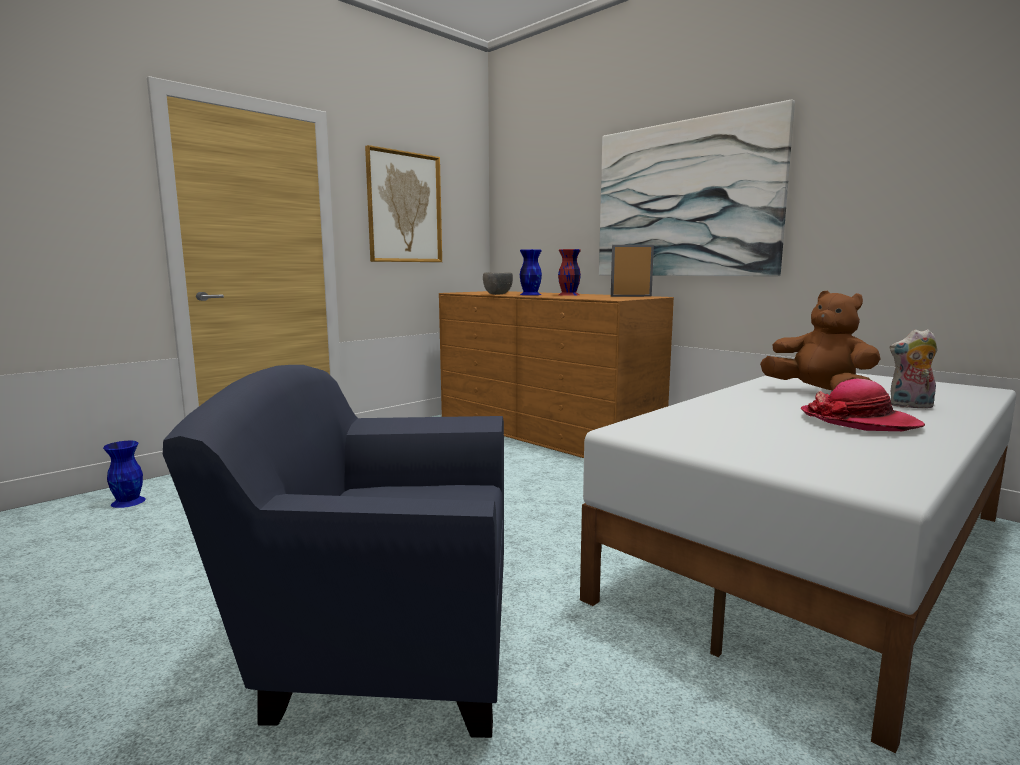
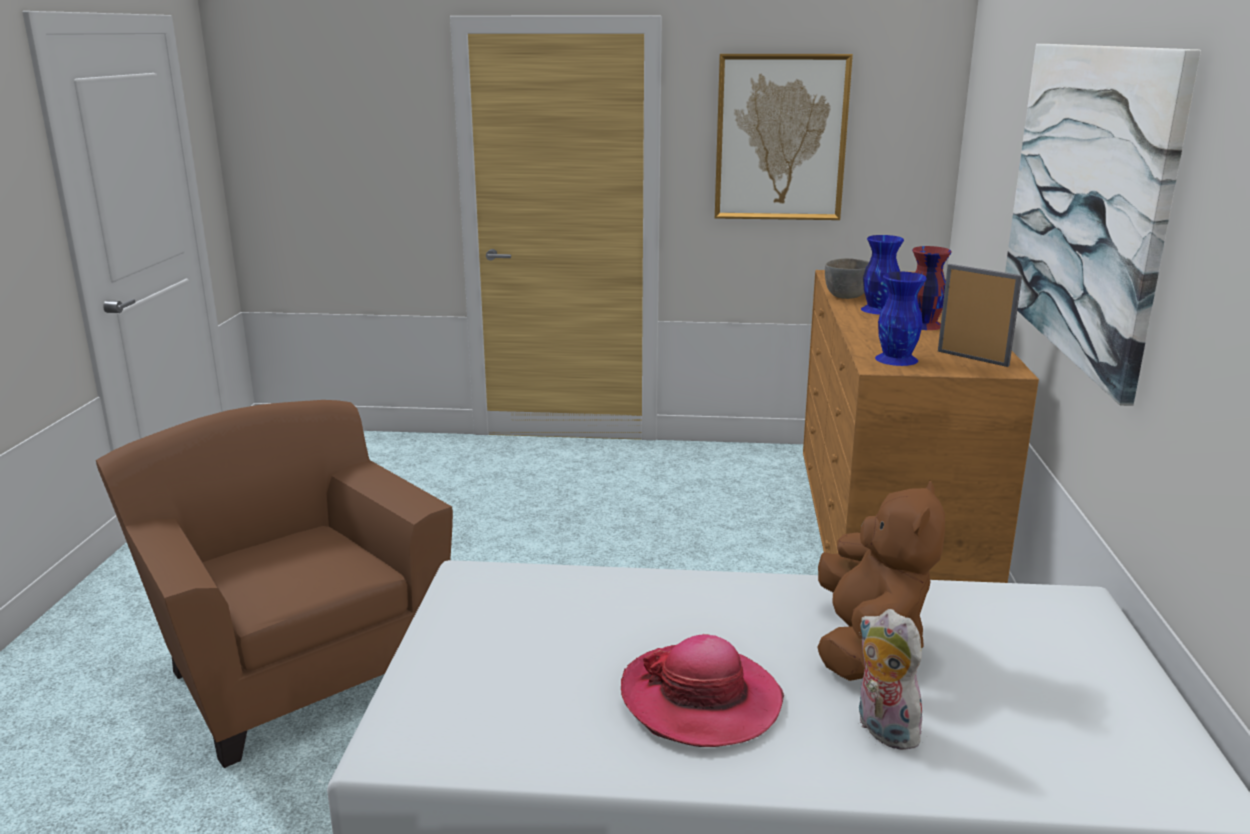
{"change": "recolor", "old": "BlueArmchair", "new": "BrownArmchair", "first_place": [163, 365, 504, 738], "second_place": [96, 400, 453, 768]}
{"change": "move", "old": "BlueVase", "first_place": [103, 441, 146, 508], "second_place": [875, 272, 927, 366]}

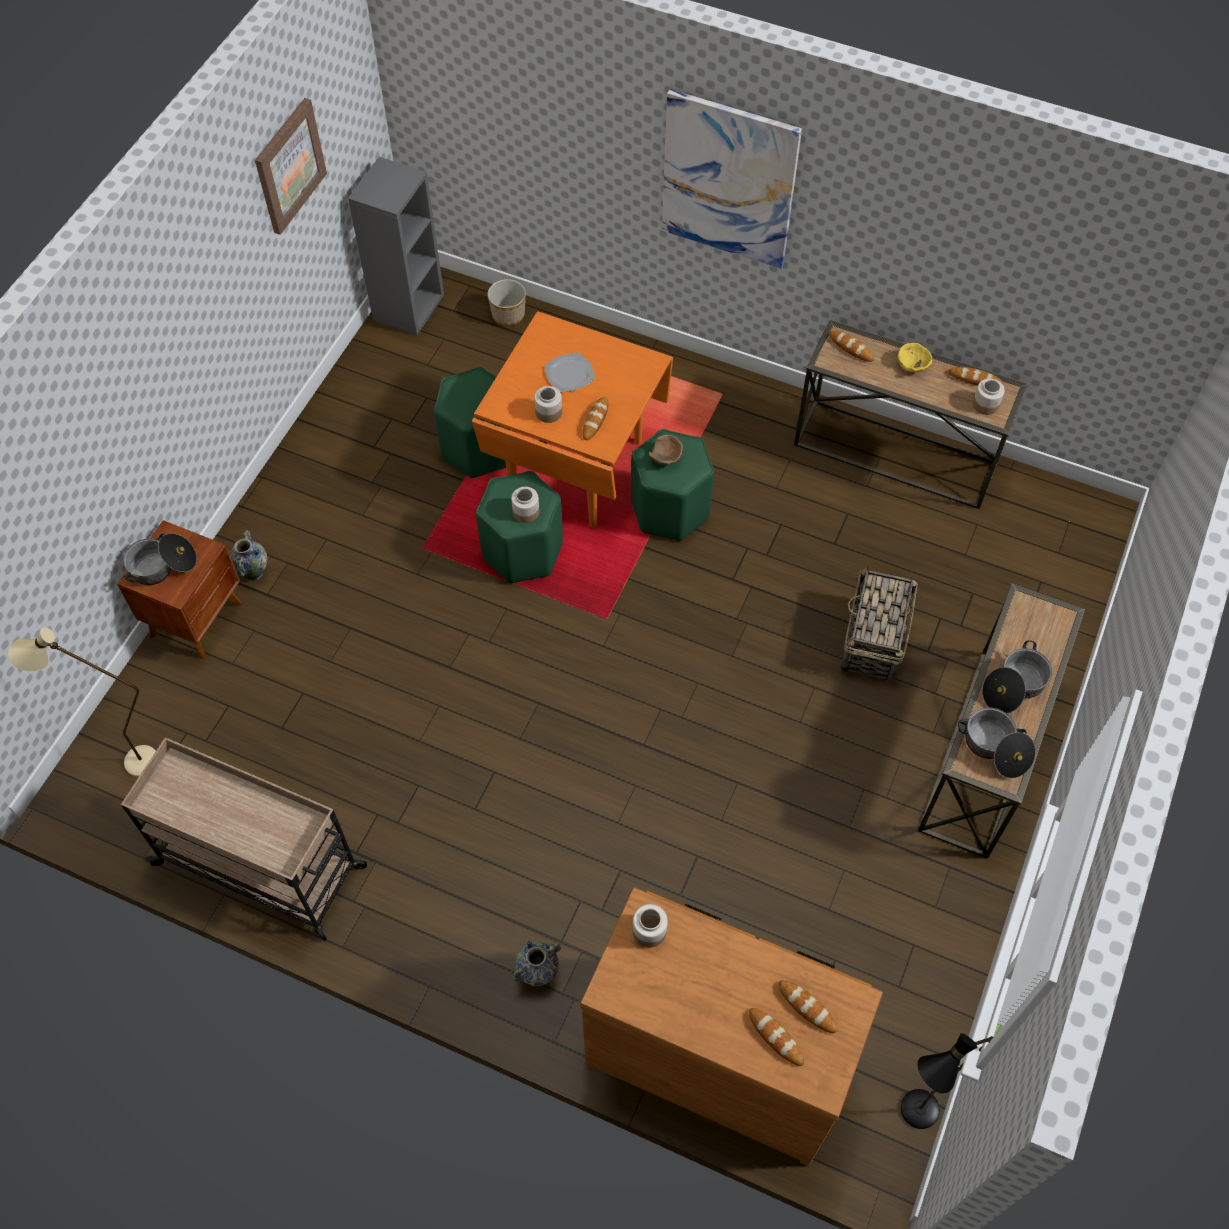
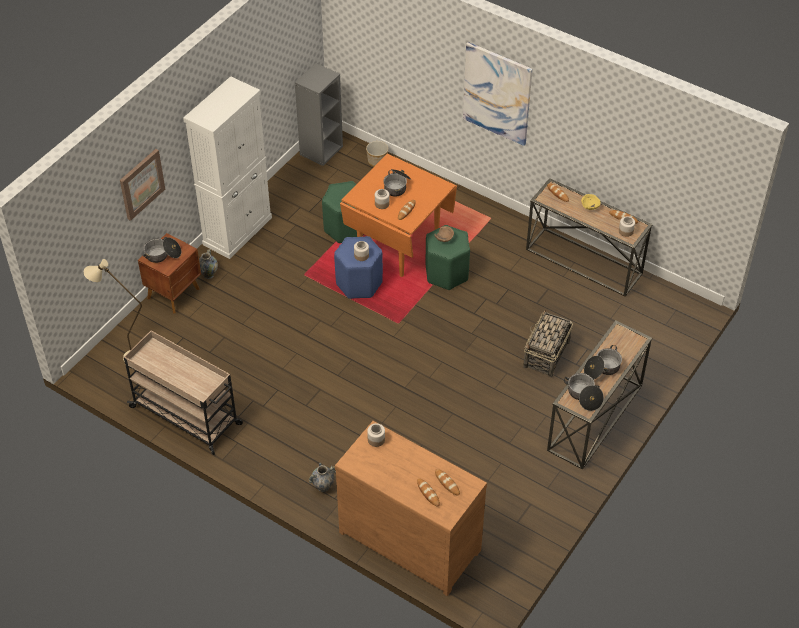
{"change": "move", "old": "Picture", "first_place": [255, 98, 327, 235], "second_place": [120, 149, 165, 221]}
{"change": "replace", "old": "Plate", "new": "CookingPot", "first_place": [544, 353, 595, 392], "second_place": [383, 169, 411, 197]}
{"change": "recolor", "old": "GreenStool", "new": "BlueStool", "first_place": [476, 471, 563, 583], "second_place": [334, 236, 383, 299]}
{"change": "delete", "old": "BlackFloorLamp", "first_place": [901, 1033, 993, 1129]}
{"change": "insert", "new": "WhiteCabinet", "second_place": [183, 76, 272, 259]}

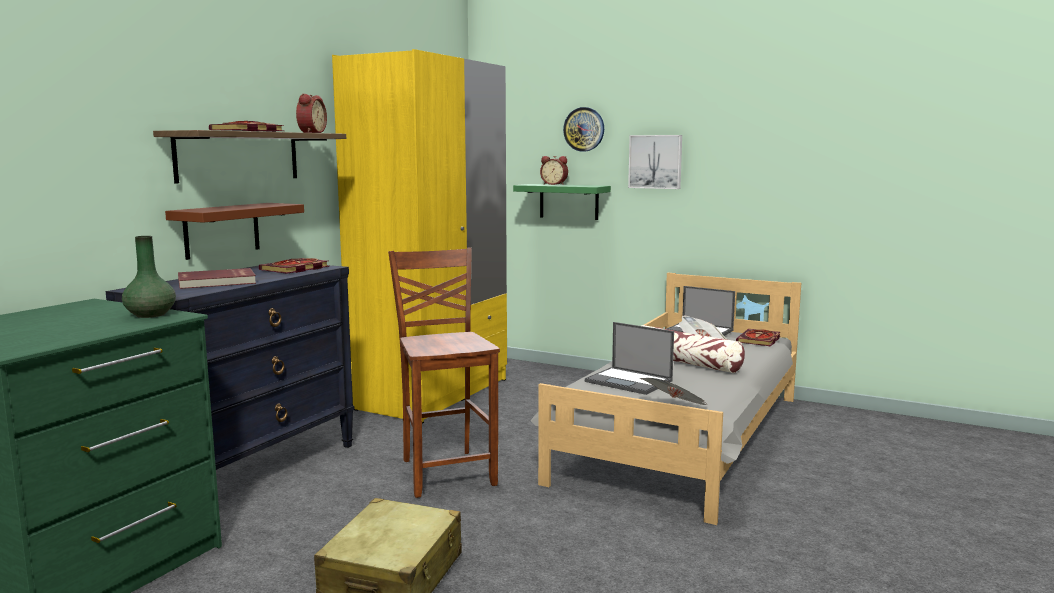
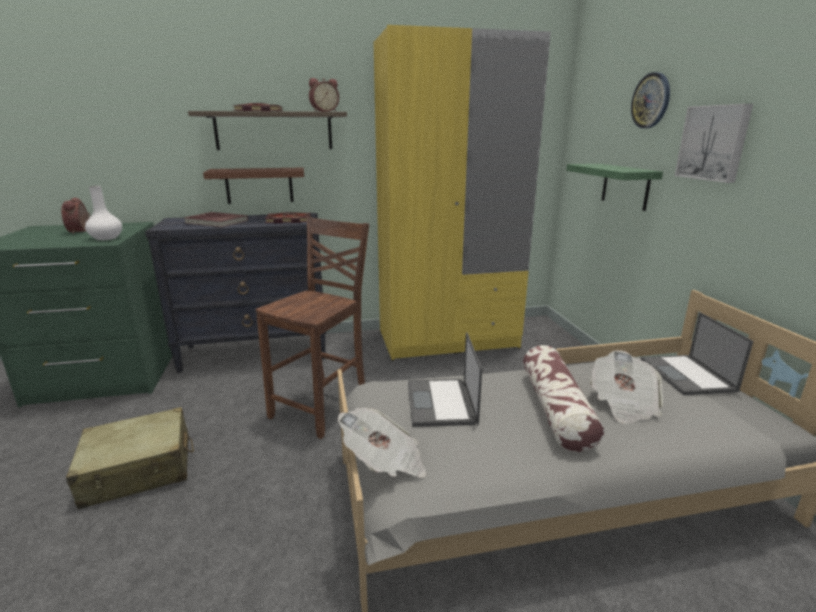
{"change": "move", "old": "AlarmClock", "first_place": [540, 156, 568, 185], "second_place": [61, 197, 90, 234]}
{"change": "recolor", "old": "GreenVase", "new": "WhiteVase", "first_place": [122, 236, 176, 318], "second_place": [85, 185, 122, 240]}
{"change": "delete", "old": "Book", "first_place": [736, 329, 780, 346]}

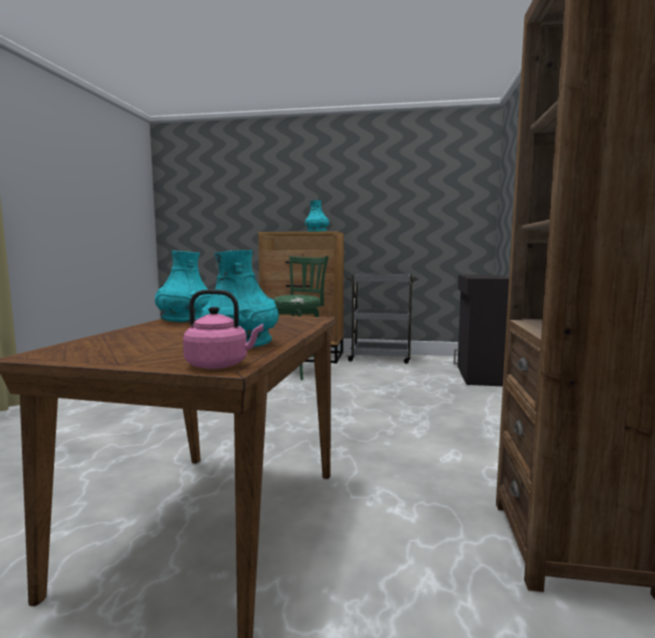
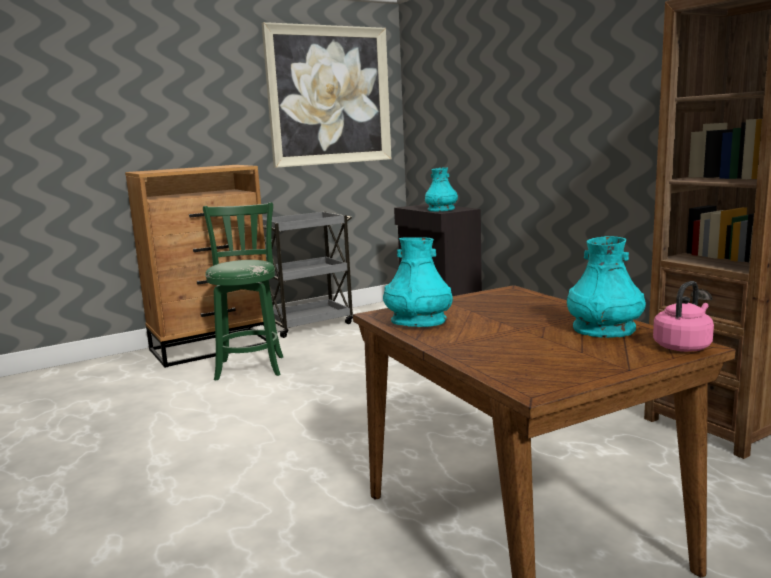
{"change": "move", "old": "TurquoiseVase", "first_place": [305, 200, 329, 232], "second_place": [425, 168, 458, 212]}
{"change": "insert", "new": "Picture", "second_place": [262, 22, 391, 168]}

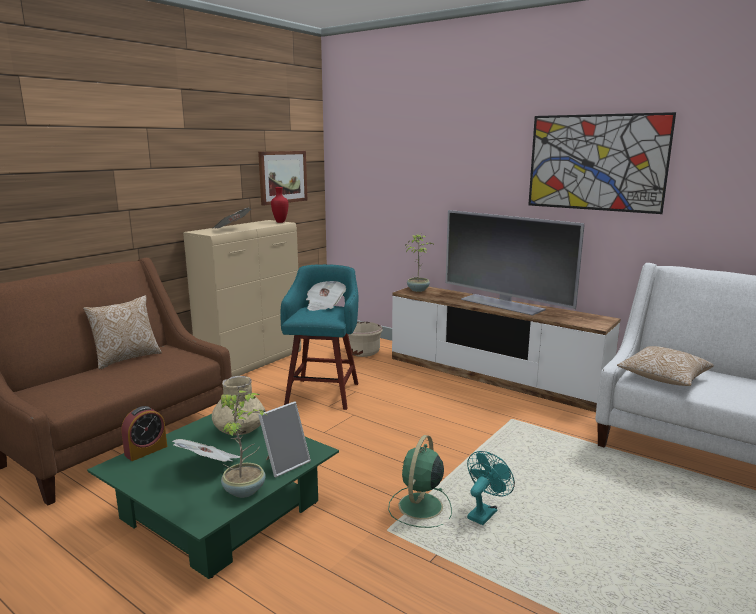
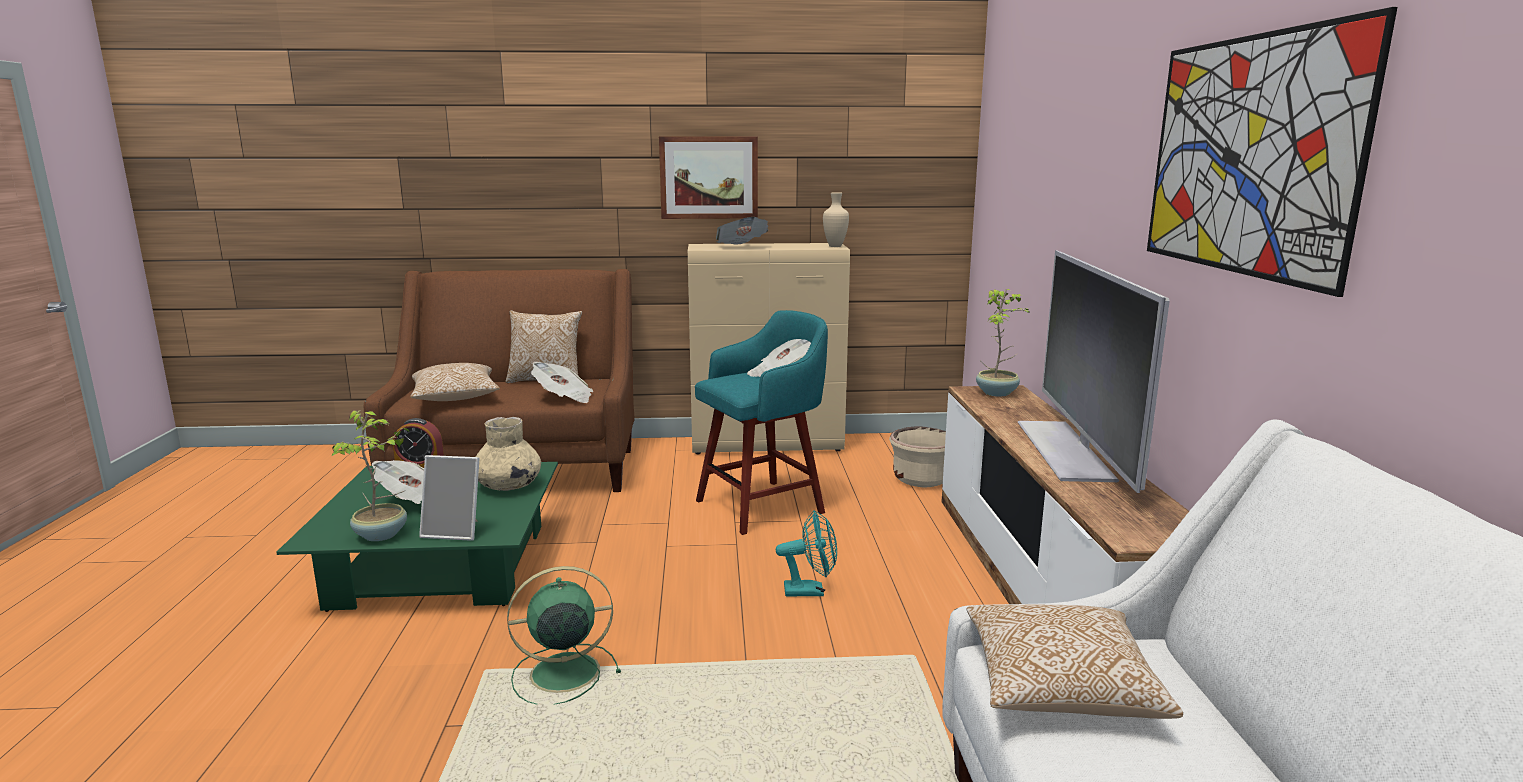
{"change": "move", "old": "Picture", "first_place": [258, 151, 307, 205], "second_place": [659, 136, 758, 219]}
{"change": "recolor", "old": "RedVase", "new": "BeigeVase", "first_place": [271, 187, 288, 223], "second_place": [823, 192, 849, 247]}
{"change": "move", "old": "TurquoiseFan", "first_place": [467, 451, 515, 525], "second_place": [776, 510, 837, 597]}
{"change": "insert", "new": "Newspaper", "second_place": [531, 362, 593, 403]}
{"change": "insert", "new": "Pillow", "second_place": [410, 363, 500, 401]}

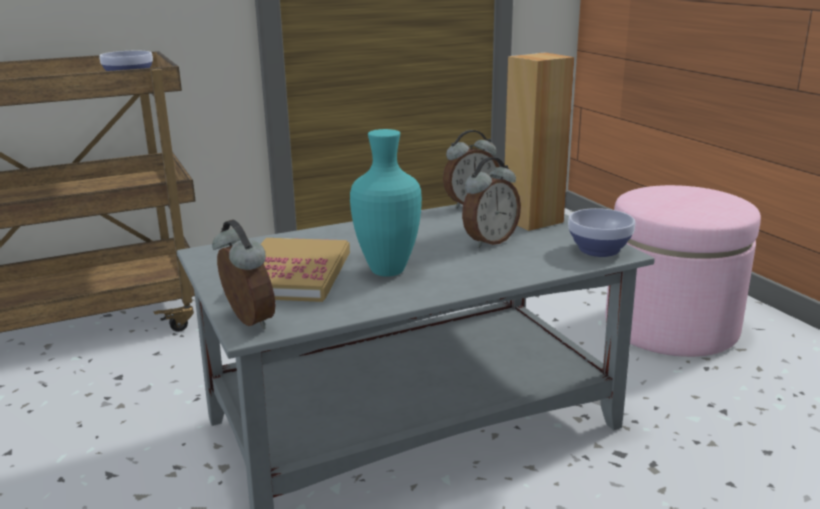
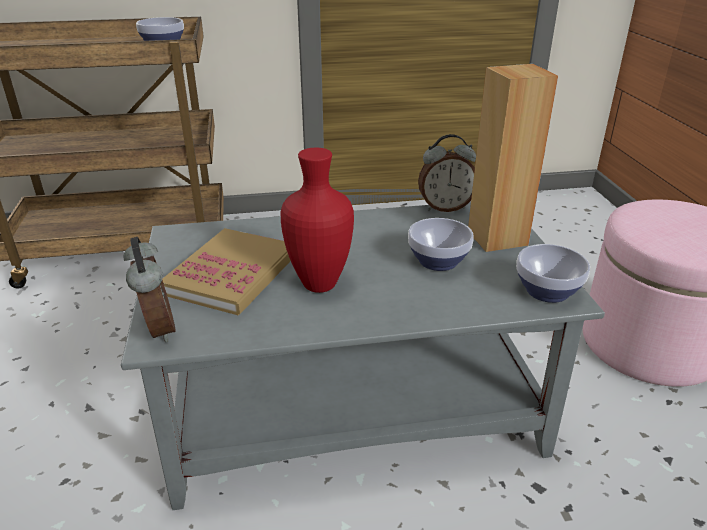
{"change": "recolor", "old": "TurquoiseVase", "new": "RedVase", "first_place": [350, 129, 422, 277], "second_place": [281, 148, 354, 293]}
{"change": "replace", "old": "AlarmClock", "new": "Bowl", "first_place": [462, 157, 521, 248], "second_place": [408, 218, 474, 271]}

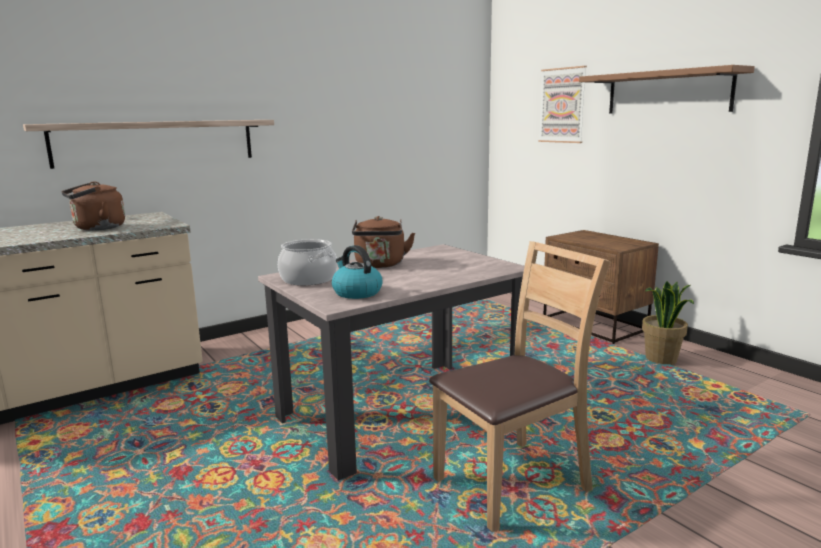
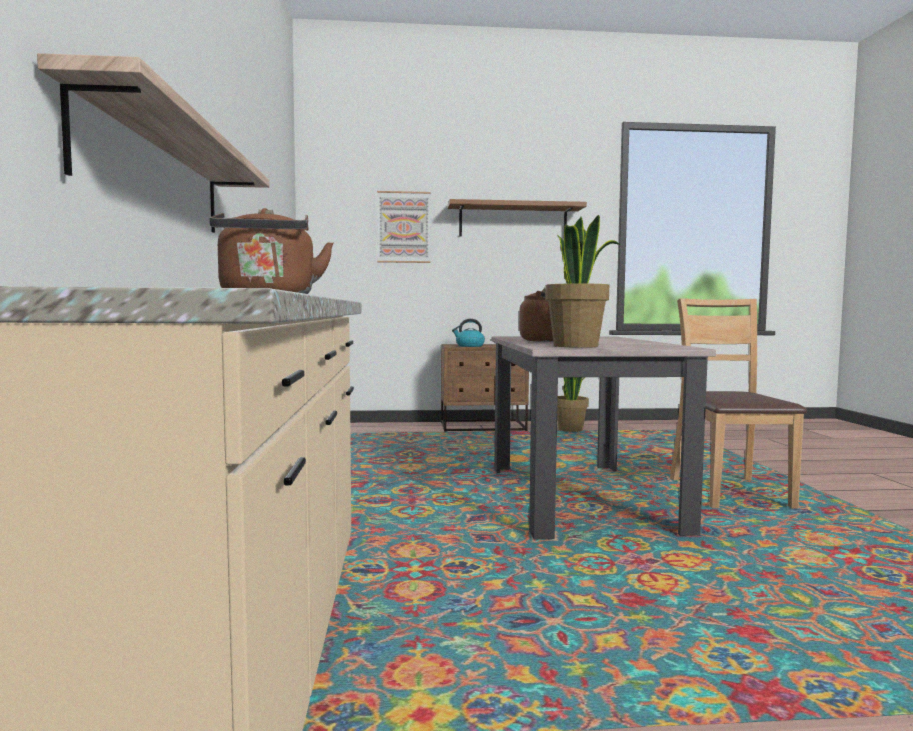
{"change": "replace", "old": "CookingPot", "new": "PottedPlant", "first_place": [278, 239, 337, 285], "second_place": [545, 215, 620, 348]}
{"change": "move", "old": "Kettle", "first_place": [332, 245, 382, 299], "second_place": [452, 319, 485, 347]}

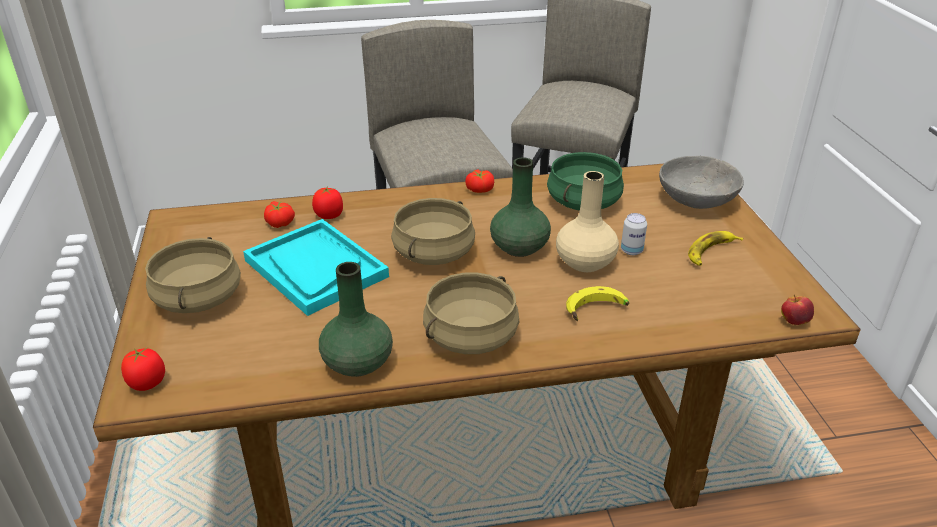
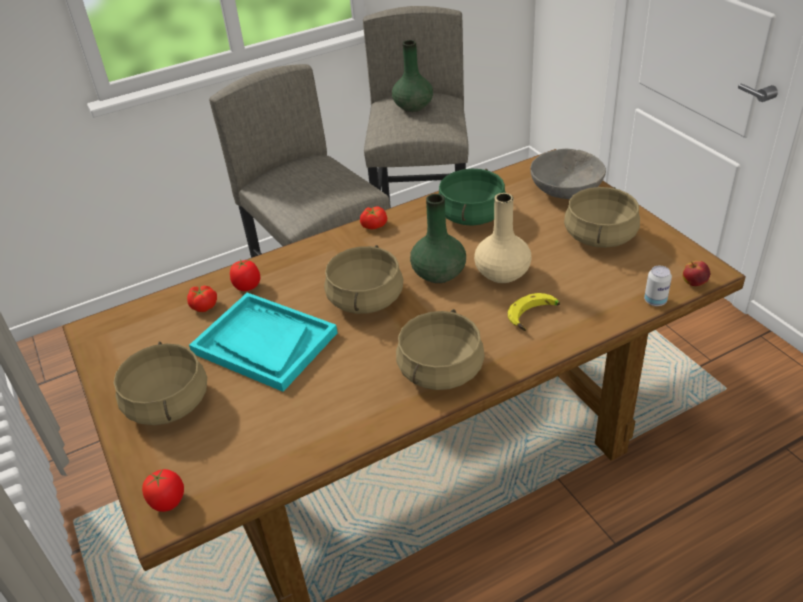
{"change": "move", "old": "Can", "first_place": [621, 213, 647, 255], "second_place": [644, 266, 672, 306]}
{"change": "replace", "old": "Banana", "new": "BeigeCookingPot", "first_place": [688, 231, 743, 266], "second_place": [564, 187, 640, 248]}
{"change": "move", "old": "GreenVase", "first_place": [319, 262, 393, 377], "second_place": [392, 40, 433, 112]}

